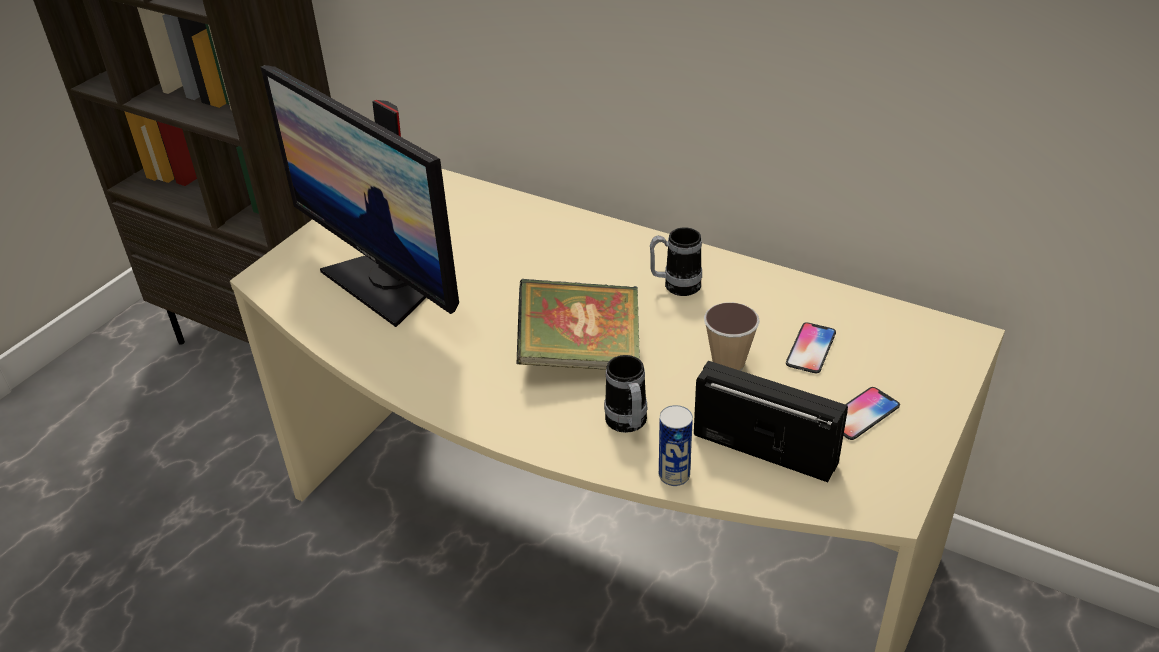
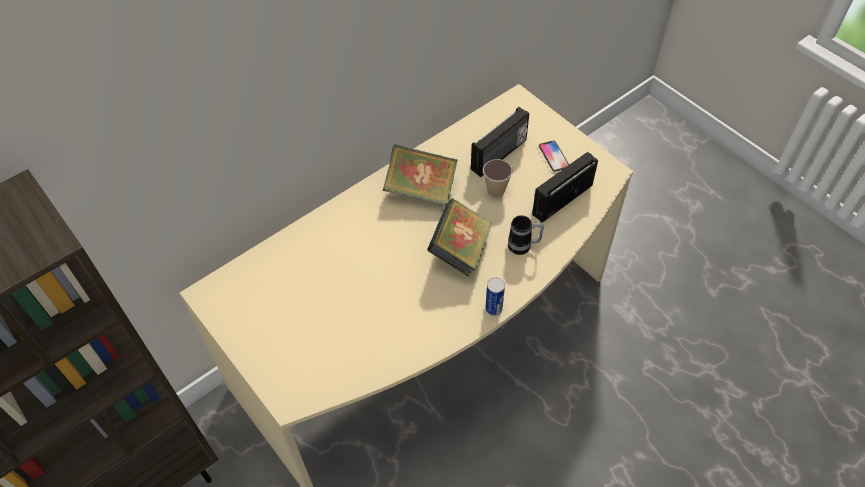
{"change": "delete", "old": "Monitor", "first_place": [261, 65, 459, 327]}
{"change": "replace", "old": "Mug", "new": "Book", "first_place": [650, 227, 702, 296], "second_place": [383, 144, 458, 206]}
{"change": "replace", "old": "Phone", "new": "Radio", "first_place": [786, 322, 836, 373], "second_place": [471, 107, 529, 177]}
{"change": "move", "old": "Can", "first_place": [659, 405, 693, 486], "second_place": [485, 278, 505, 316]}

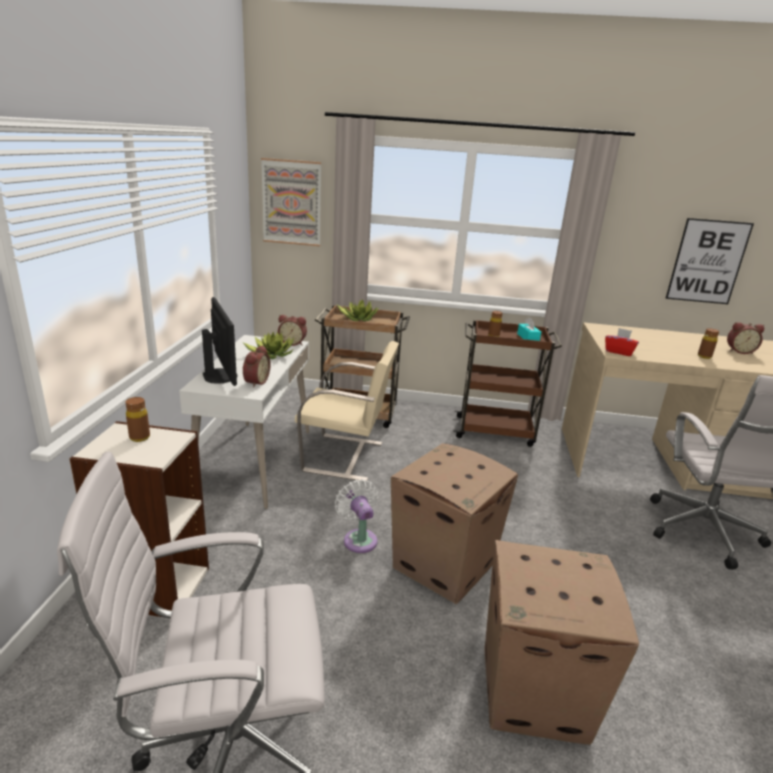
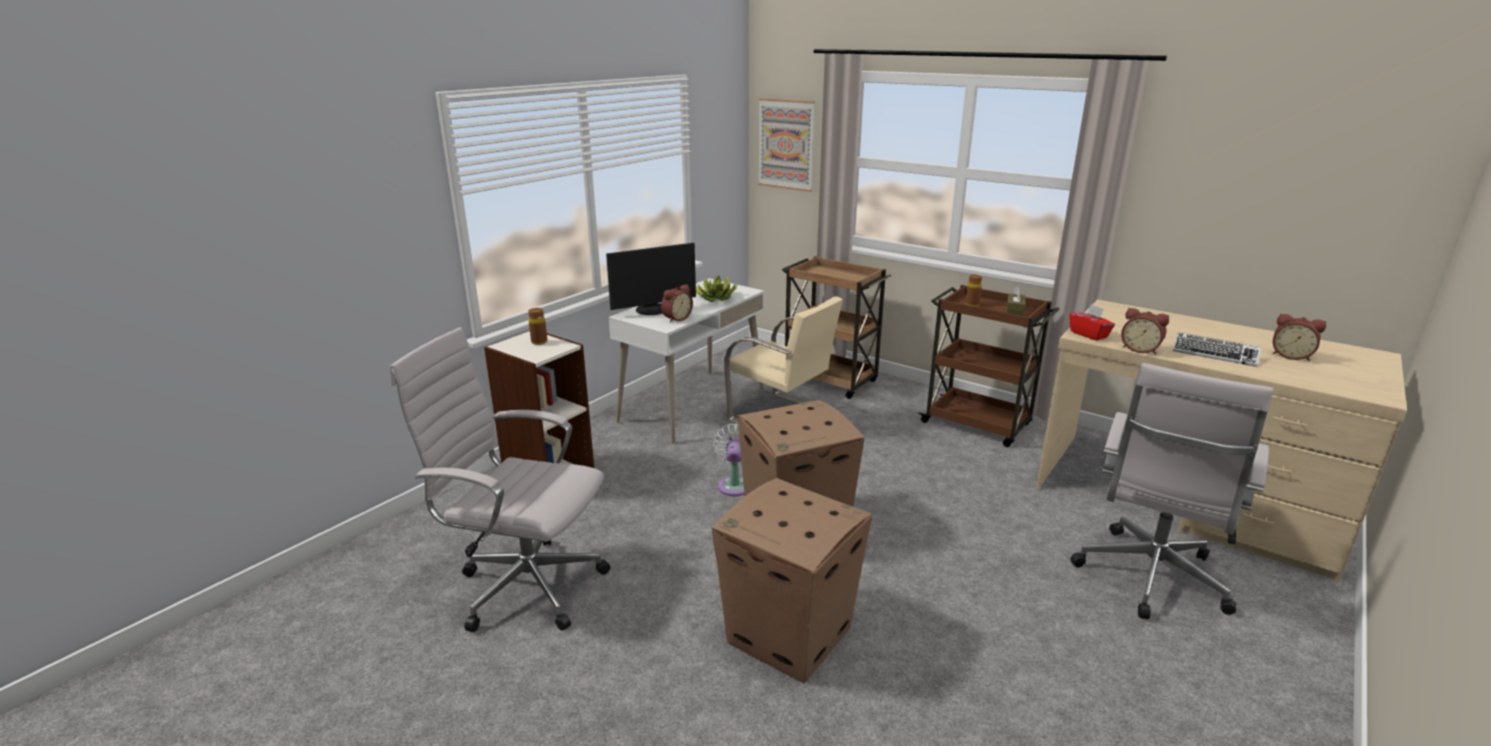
{"change": "delete", "old": "Picture", "first_place": [666, 218, 754, 304]}
{"change": "rotate", "old": "Monitor", "first_place": [202, 297, 238, 386], "second_place": [606, 243, 696, 315], "degrees": 60}
{"change": "delete", "old": "PottedPlant", "first_place": [337, 299, 378, 321]}
{"change": "move", "old": "AlarmClock", "first_place": [278, 315, 307, 346], "second_place": [1121, 308, 1169, 355]}
{"change": "recolor", "old": "TurquoiseTissueBox", "new": "BrownTissueBox", "first_place": [517, 317, 541, 341], "second_place": [1006, 286, 1026, 316]}
{"change": "replace", "old": "BrownBottle", "new": "Keyboard", "first_place": [698, 328, 719, 359], "second_place": [1173, 333, 1261, 367]}

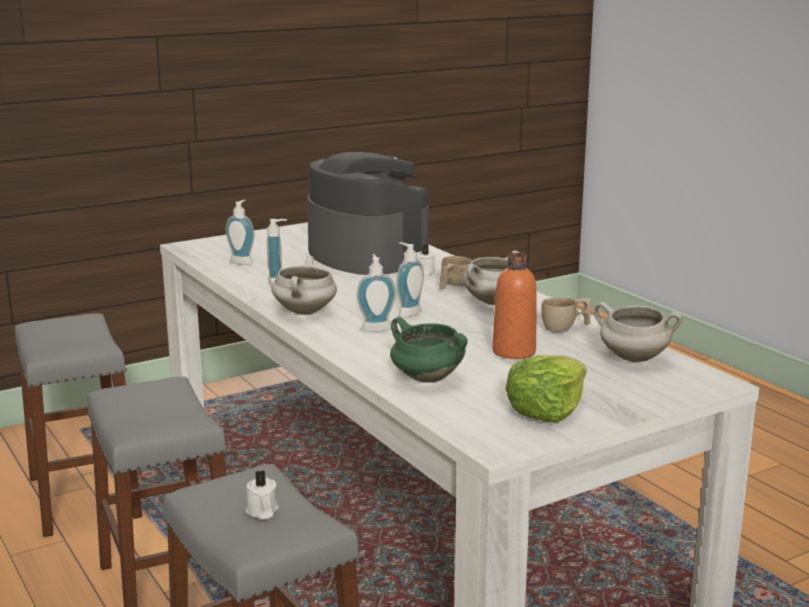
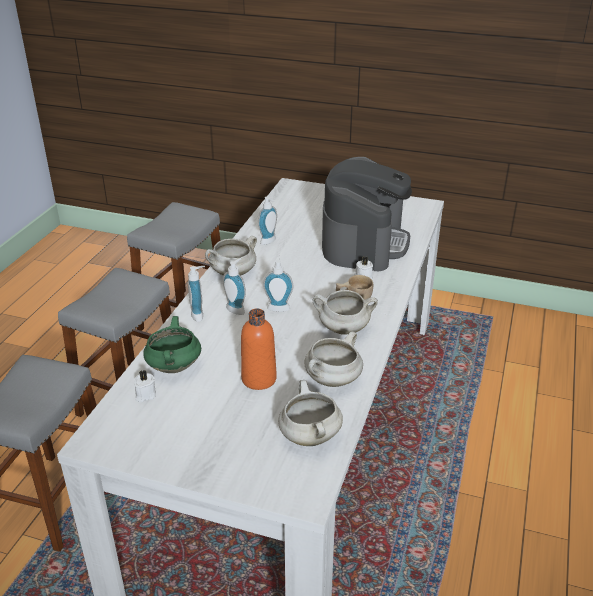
{"change": "move", "old": "SoapDispenser", "first_place": [226, 200, 255, 265], "second_place": [188, 266, 205, 322]}
{"change": "replace", "old": "BeigeCup", "new": "WhiteCookingPot", "first_place": [541, 298, 591, 332], "second_place": [304, 331, 363, 387]}
{"change": "delete", "old": "Lettuce", "first_place": [506, 355, 586, 423]}
{"change": "move", "old": "WhiteCandle", "first_place": [245, 470, 279, 520], "second_place": [134, 370, 156, 402]}

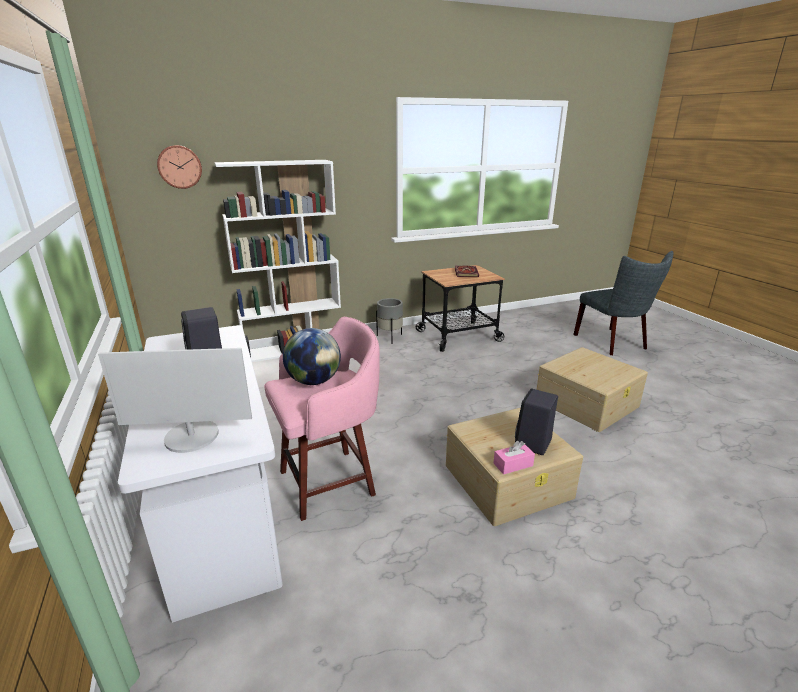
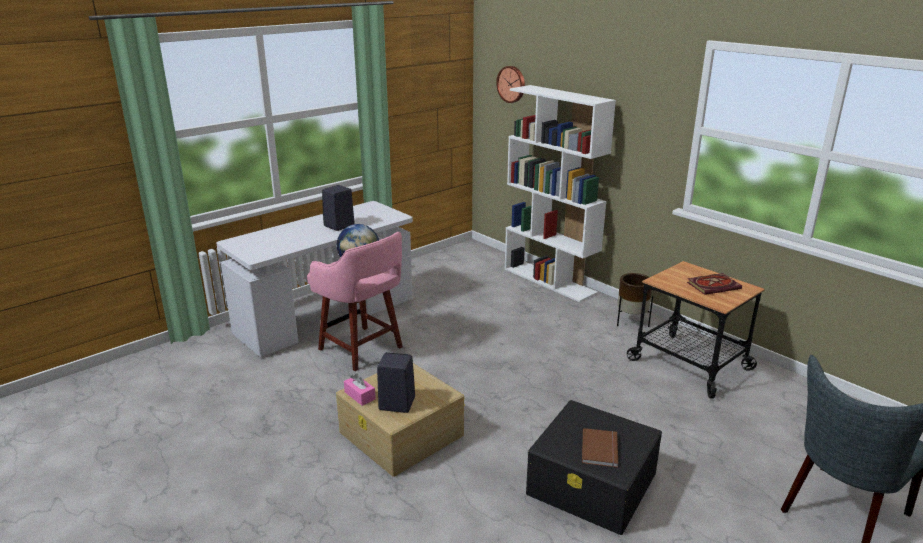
{"change": "recolor", "old": "GreyPlanter", "new": "BrownPlanter", "first_place": [376, 298, 403, 344], "second_place": [617, 273, 653, 327]}
{"change": "recolor", "old": "BeigeStorageBox", "new": "BlackStorageBox", "first_place": [536, 347, 648, 432], "second_place": [526, 400, 662, 535]}
{"change": "delete", "old": "Monitor", "first_place": [98, 348, 252, 453]}
{"change": "insert", "new": "BrownBook", "second_place": [582, 428, 618, 467]}

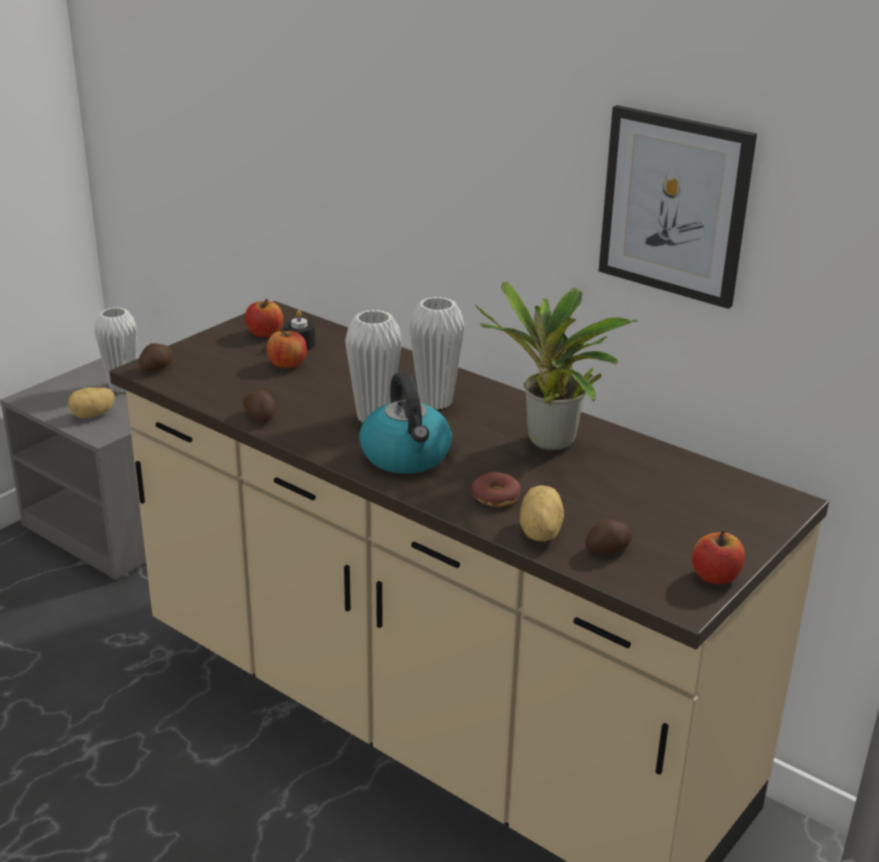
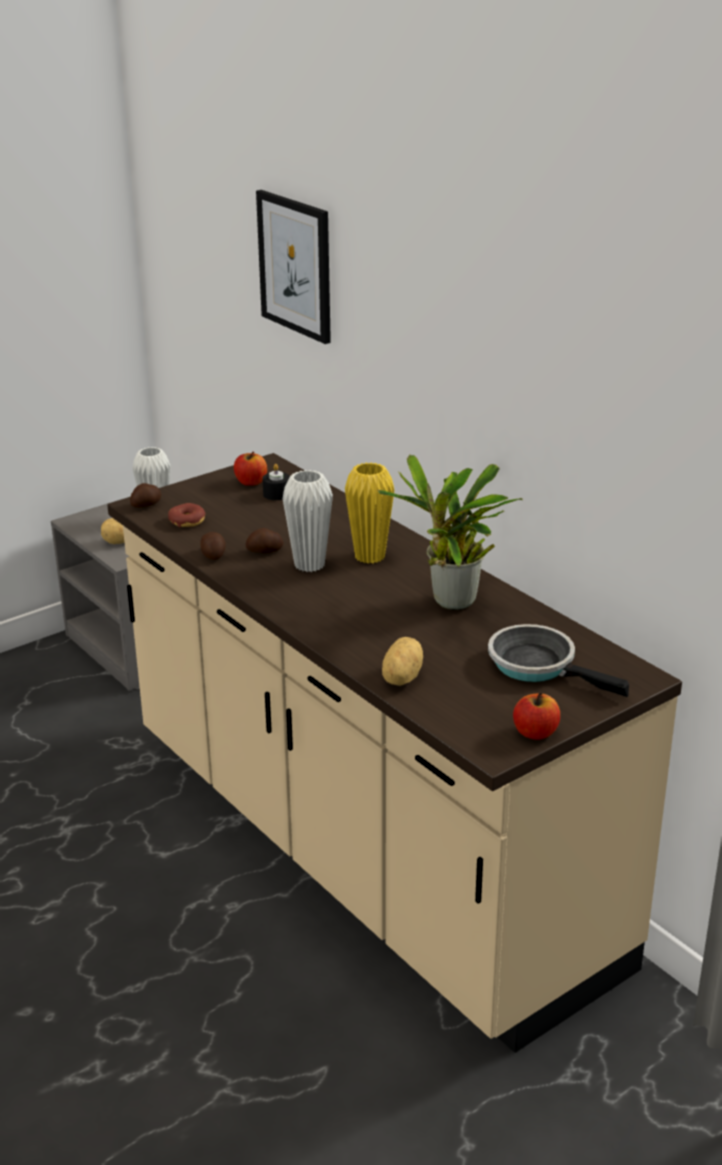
{"change": "move", "old": "Picture", "first_place": [599, 105, 757, 309], "second_place": [256, 190, 331, 344]}
{"change": "recolor", "old": "WhiteVase", "new": "YellowVase", "first_place": [409, 297, 465, 410], "second_place": [345, 462, 394, 564]}
{"change": "delete", "old": "Apple", "first_place": [267, 331, 307, 368]}
{"change": "delete", "old": "Kettle", "first_place": [359, 373, 452, 474]}
{"change": "move", "old": "Donut", "first_place": [472, 472, 521, 508], "second_place": [168, 503, 206, 528]}
{"change": "move", "old": "Potato", "first_place": [586, 519, 632, 553], "second_place": [245, 528, 284, 553]}
{"change": "insert", "new": "FryingPan", "second_place": [488, 624, 629, 697]}

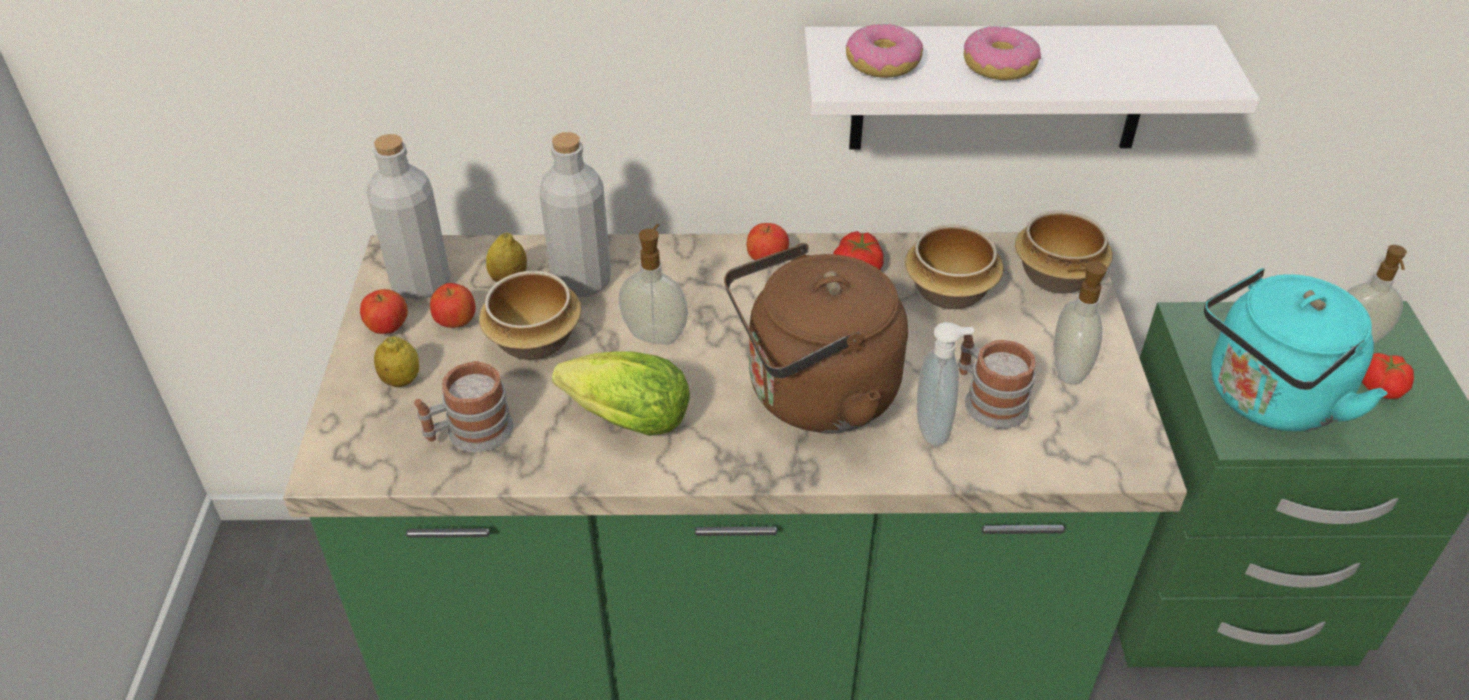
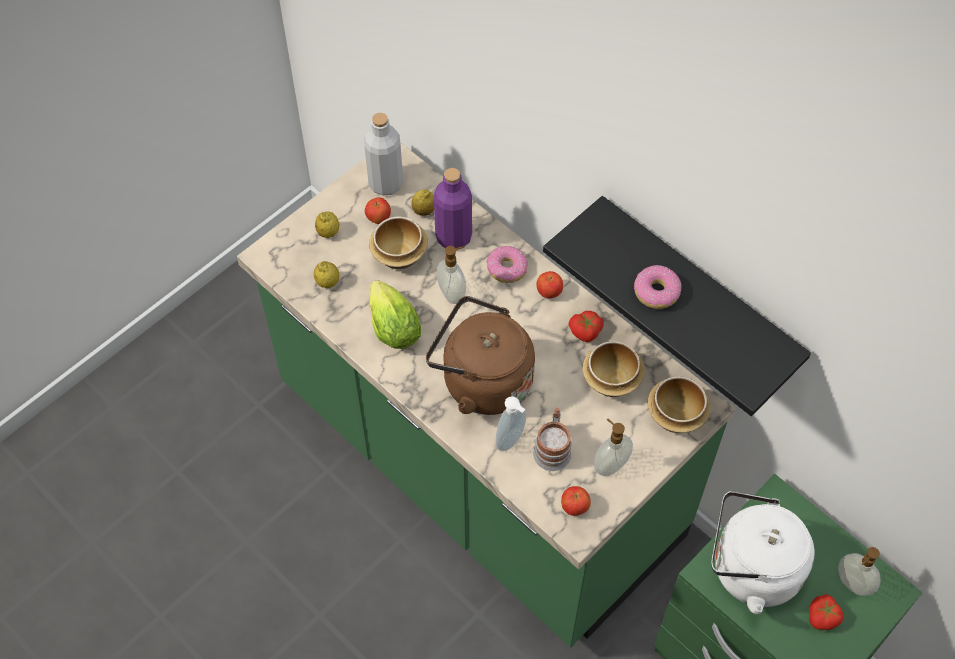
{"change": "move", "old": "Donut", "first_place": [846, 23, 923, 78], "second_place": [486, 245, 528, 283]}
{"change": "recolor", "old": "WhiteShelf", "new": "BlackShelf", "first_place": [804, 25, 1260, 150], "second_place": [543, 196, 811, 416]}
{"change": "recolor", "old": "GreyBottle", "new": "PurpleBottle", "first_place": [539, 132, 611, 297], "second_place": [434, 168, 472, 248]}
{"change": "recolor", "old": "TurquoiseKettle", "new": "WhiteKettle", "first_place": [1204, 268, 1388, 432], "second_place": [711, 491, 815, 614]}
{"change": "move", "old": "Apple", "first_place": [360, 289, 408, 334], "second_place": [561, 486, 591, 516]}
{"change": "replace", "old": "Mug", "new": "Lemon", "first_place": [414, 361, 514, 452], "second_place": [314, 261, 339, 288]}

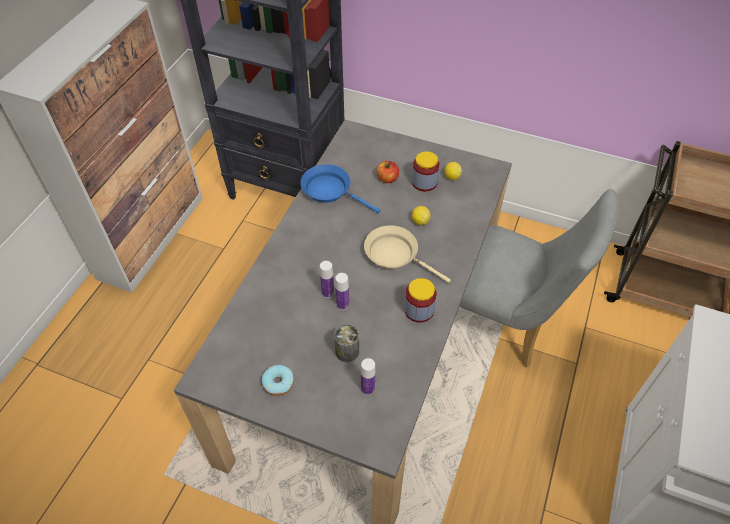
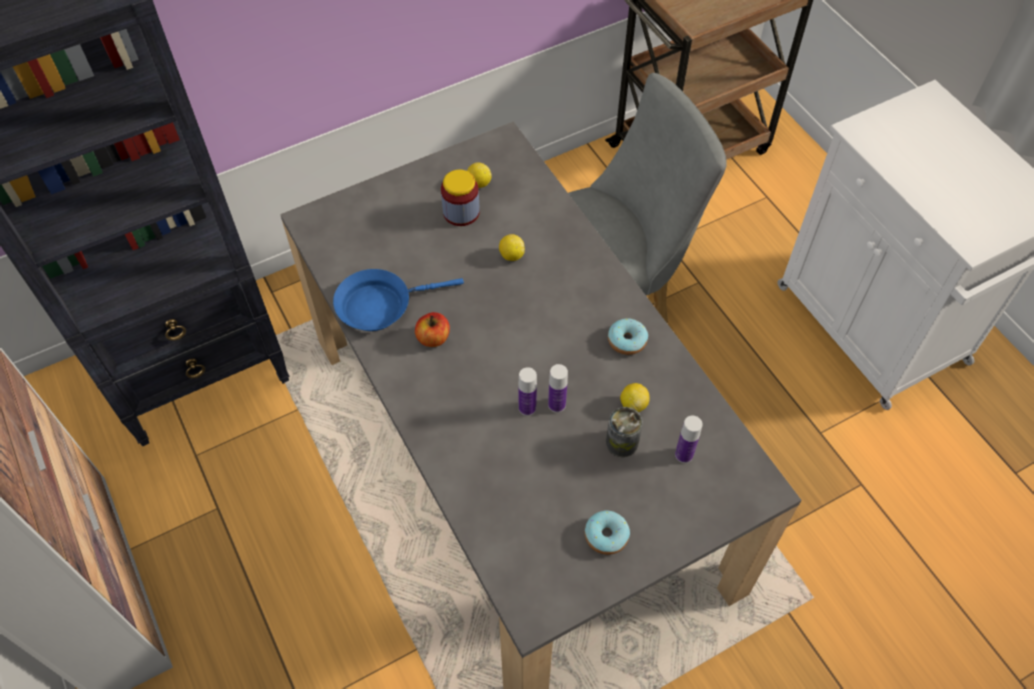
{"change": "move", "old": "Apple", "first_place": [376, 161, 399, 183], "second_place": [415, 312, 450, 347]}
{"change": "delete", "old": "BeigeFryingPan", "first_place": [364, 225, 451, 283]}
{"change": "replace", "old": "Jar", "new": "Donut", "first_place": [404, 278, 437, 322], "second_place": [608, 318, 648, 355]}
{"change": "insert", "new": "Lemon", "second_place": [620, 383, 650, 412]}

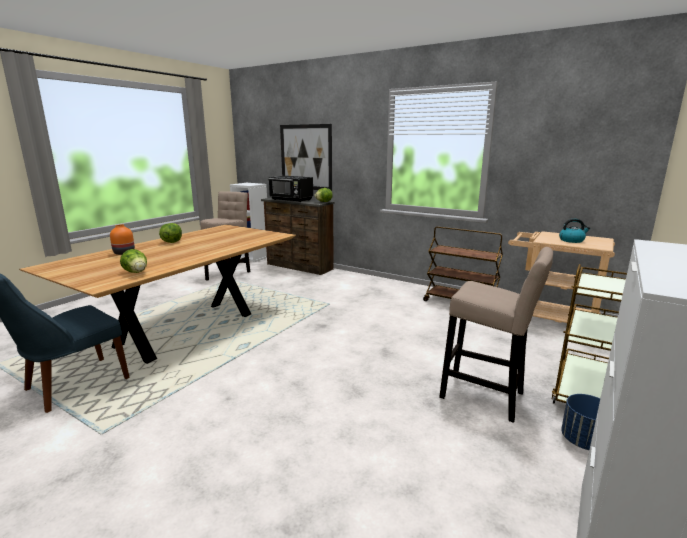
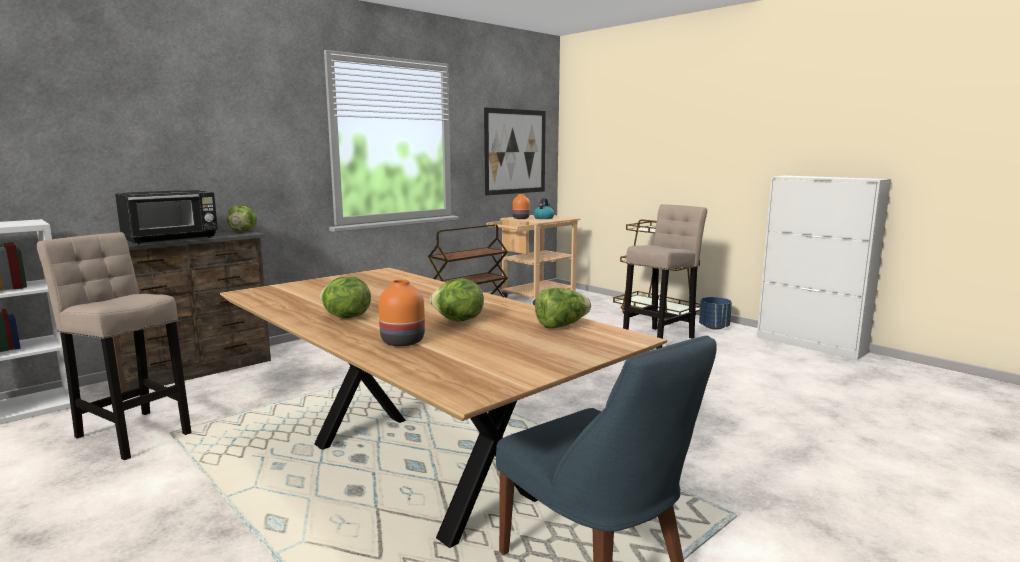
{"change": "move", "old": "Picture", "first_place": [280, 124, 332, 191], "second_place": [484, 108, 546, 195]}
{"change": "insert", "new": "OrangeVase", "second_place": [512, 194, 530, 219]}
{"change": "insert", "new": "Lettuce", "second_place": [430, 279, 484, 322]}

